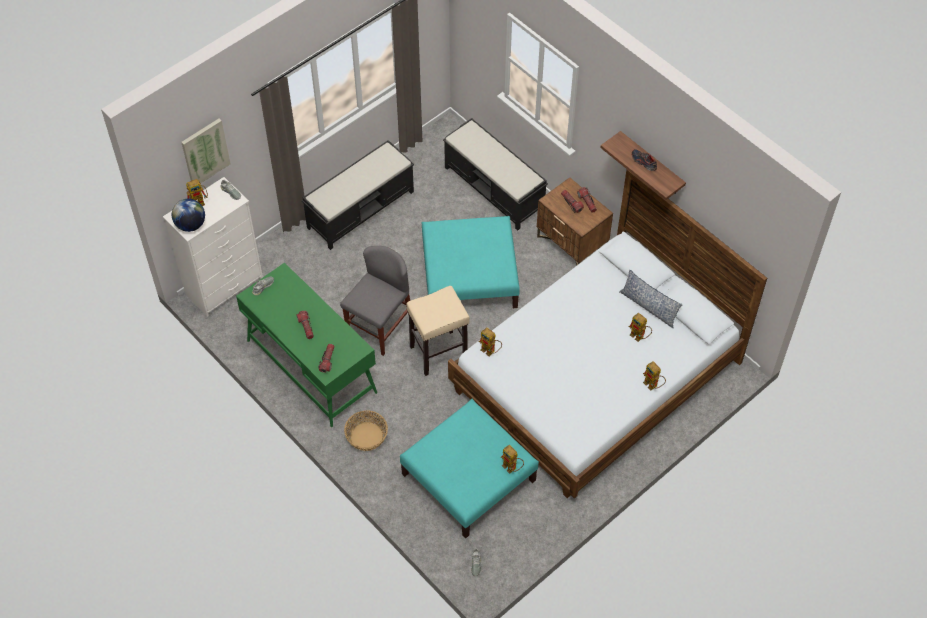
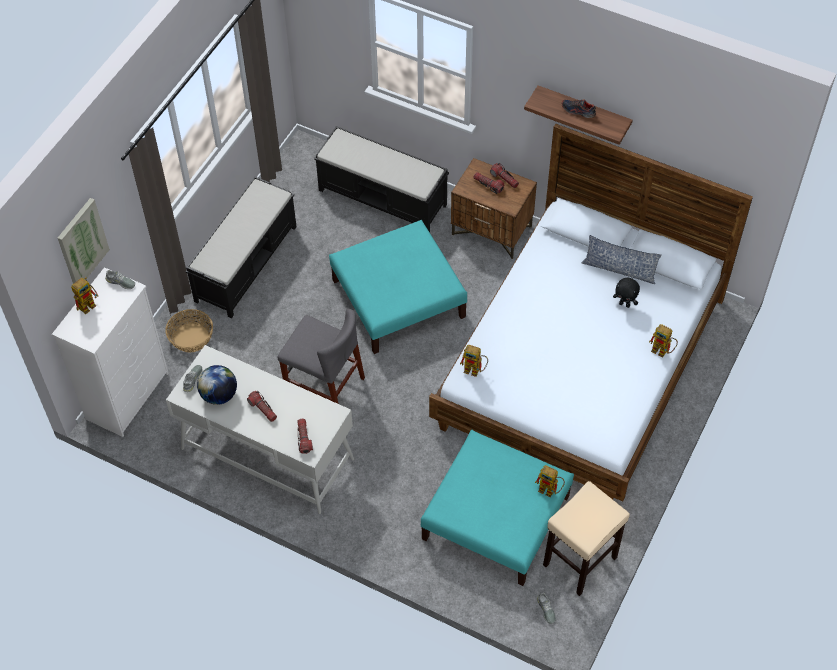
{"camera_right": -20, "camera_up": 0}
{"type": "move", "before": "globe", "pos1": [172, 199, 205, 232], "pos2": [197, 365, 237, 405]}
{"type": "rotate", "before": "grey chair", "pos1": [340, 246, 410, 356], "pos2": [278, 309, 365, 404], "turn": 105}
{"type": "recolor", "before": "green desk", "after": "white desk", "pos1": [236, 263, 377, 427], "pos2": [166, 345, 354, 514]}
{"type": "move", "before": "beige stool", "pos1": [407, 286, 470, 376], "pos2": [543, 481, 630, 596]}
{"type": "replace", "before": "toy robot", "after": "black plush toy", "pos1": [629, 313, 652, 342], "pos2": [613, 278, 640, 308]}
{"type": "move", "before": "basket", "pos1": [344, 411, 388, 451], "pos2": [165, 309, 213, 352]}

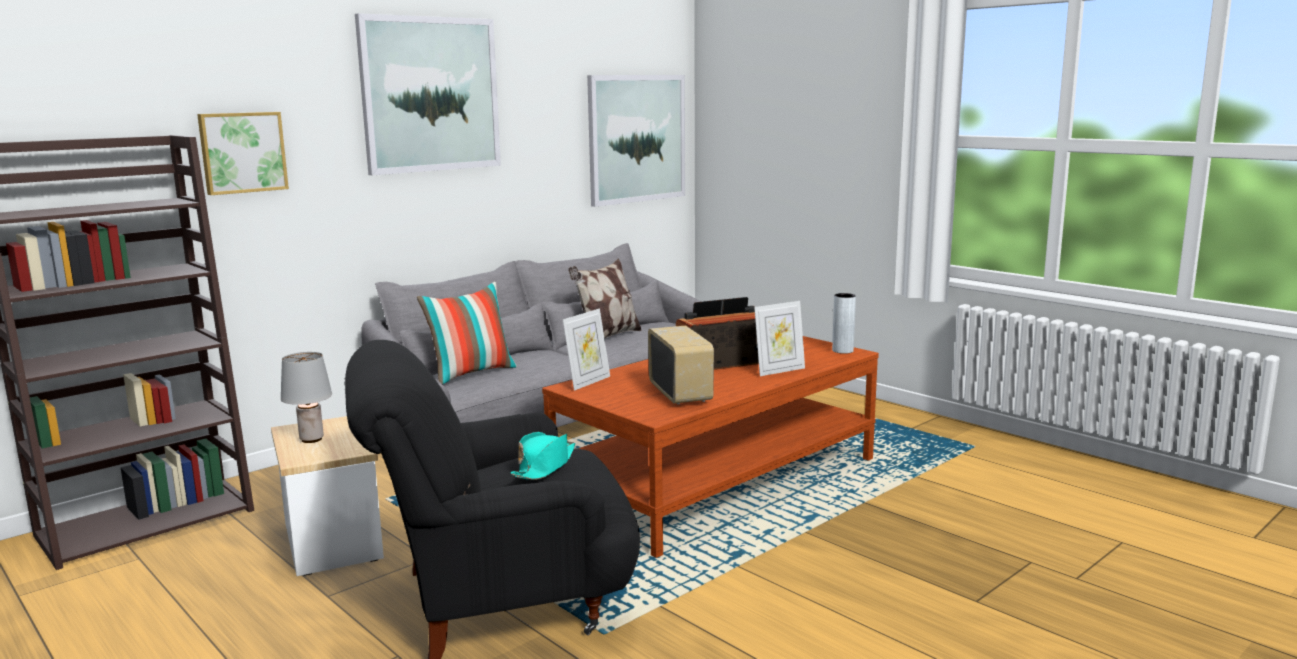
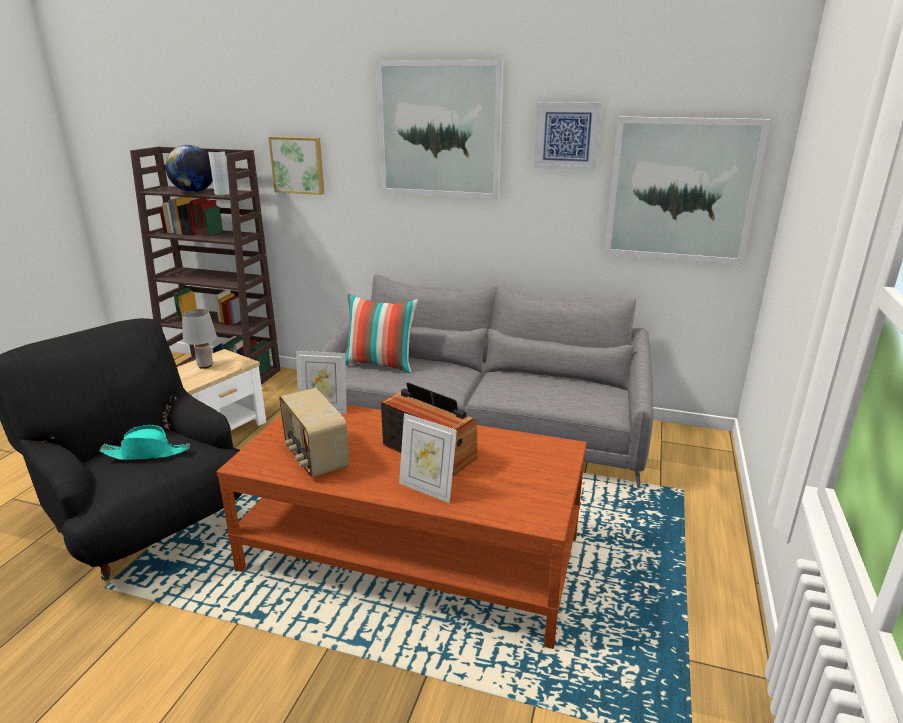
{"camera_right": 60, "camera_up": 10}
{"type": "delete", "before": "pillow", "pos1": [568, 258, 641, 339]}
{"type": "move", "before": "grey vase", "pos1": [832, 293, 856, 354], "pos2": [208, 150, 230, 195]}
{"type": "rotate", "before": "radio", "pos1": [648, 326, 714, 405], "pos2": [279, 388, 349, 478], "turn": 105}
{"type": "insert", "after": "picture", "pos2": [534, 102, 602, 170]}
{"type": "insert", "after": "globe", "pos2": [165, 145, 213, 193]}

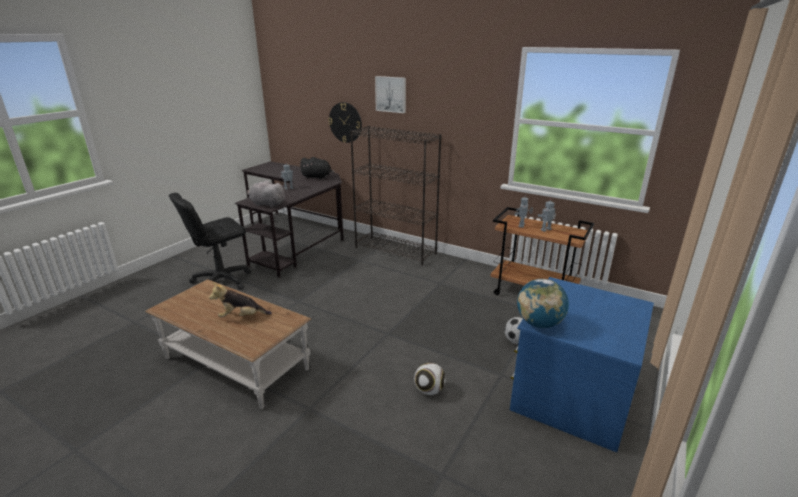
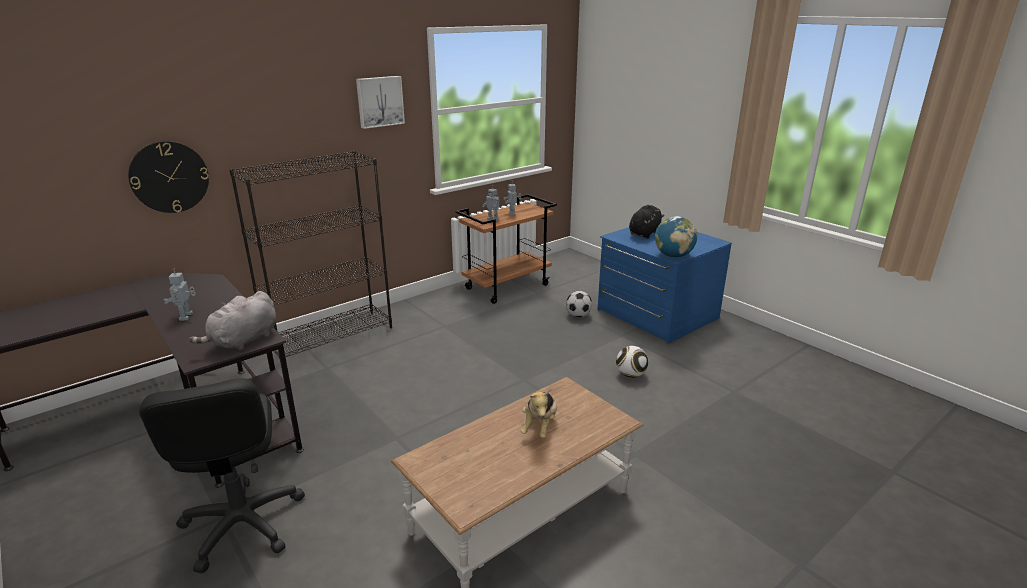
{"camera_right": -70, "camera_up": 0}
{"type": "move", "before": "picture", "pos1": [375, 76, 406, 113], "pos2": [356, 76, 405, 129]}
{"type": "move", "before": "black plush toy", "pos1": [300, 157, 335, 179], "pos2": [629, 205, 664, 238]}

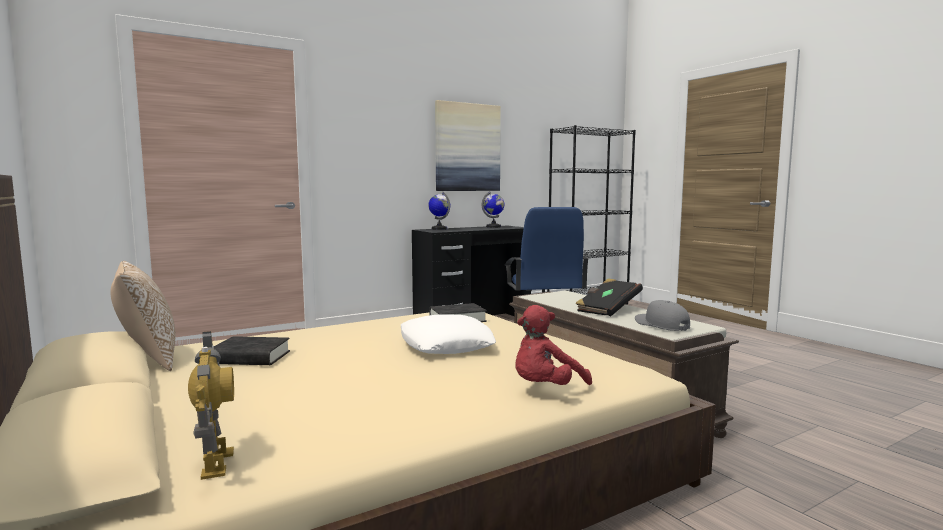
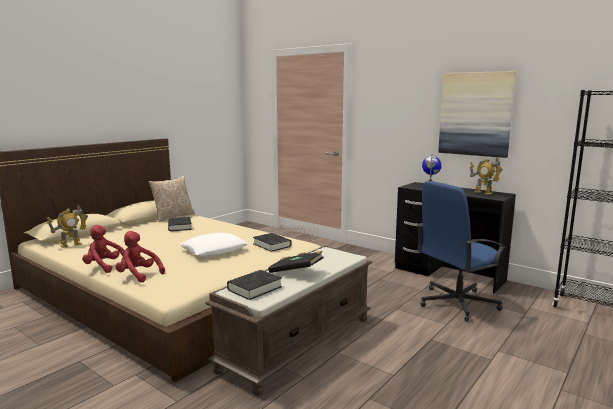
{"camera_right": 70, "camera_up": 5}
{"type": "replace", "before": "globe", "after": "toy robot", "pos1": [482, 191, 504, 228], "pos2": [470, 157, 503, 195]}
{"type": "replace", "before": "grey cap", "after": "black book", "pos1": [635, 300, 690, 331], "pos2": [227, 270, 282, 300]}
{"type": "insert", "after": "red plush toy", "pos2": [82, 225, 125, 273]}

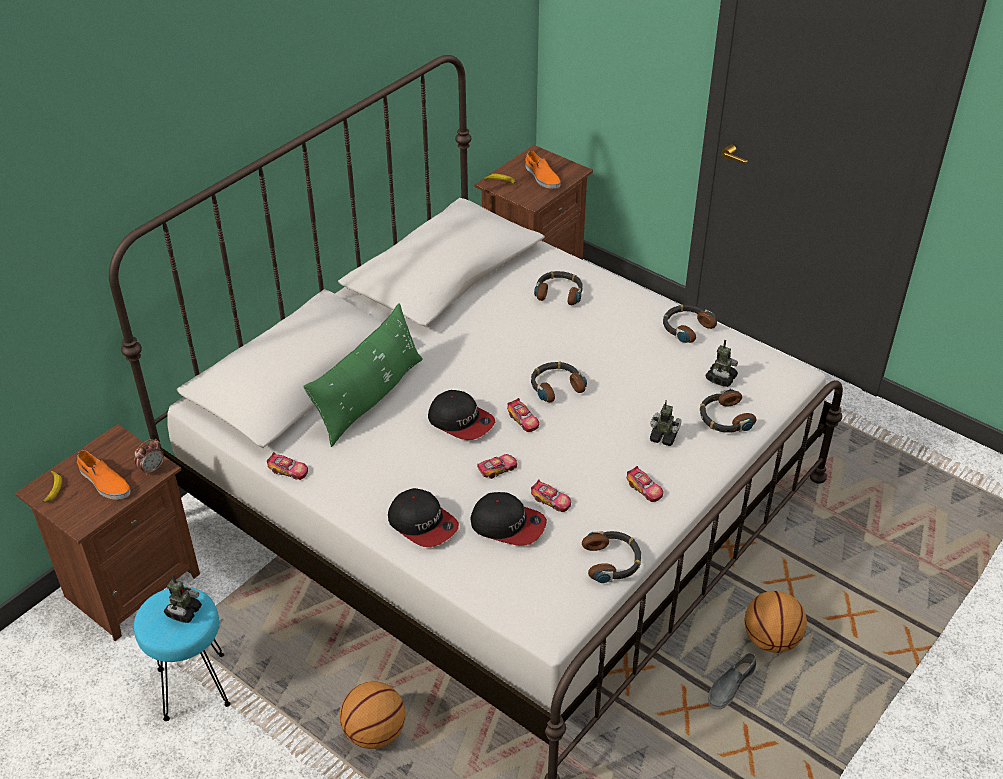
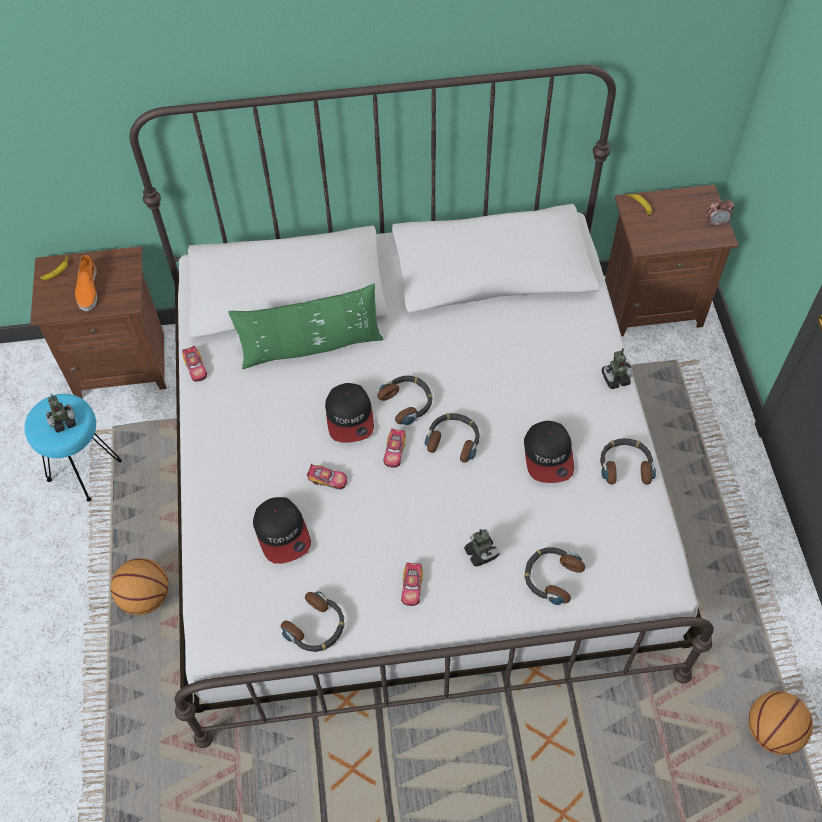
{"camera_right": 45, "camera_up": 15}
{"type": "delete", "before": "orange shoe", "pos1": [525, 151, 561, 189]}
{"type": "move", "before": "headphones", "pos1": [534, 271, 583, 305], "pos2": [377, 376, 433, 425]}
{"type": "move", "before": "toy robot", "pos1": [706, 340, 738, 387], "pos2": [602, 348, 634, 389]}
{"type": "move", "before": "alarm clock", "pos1": [134, 439, 164, 476], "pos2": [707, 200, 734, 225]}
{"type": "delete", "before": "toy car", "pos1": [531, 479, 571, 512]}
{"type": "move", "before": "cap", "pos1": [388, 488, 459, 547], "pos2": [524, 421, 574, 483]}
{"type": "move", "before": "basketball", "pos1": [744, 591, 807, 653], "pos2": [748, 691, 813, 755]}
{"type": "delete", "before": "grey shoe", "pos1": [708, 653, 756, 709]}

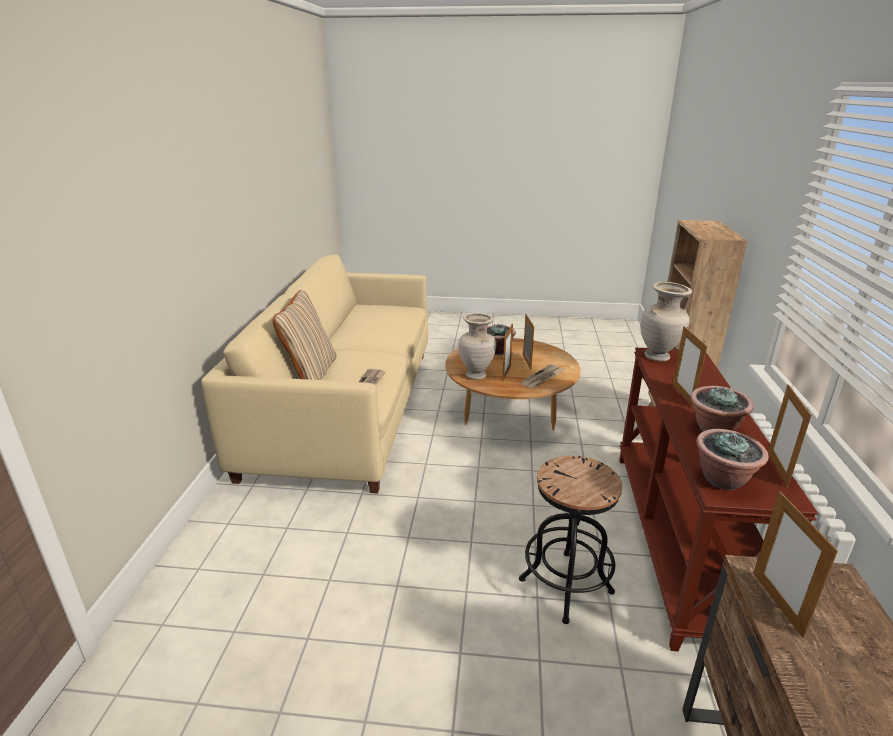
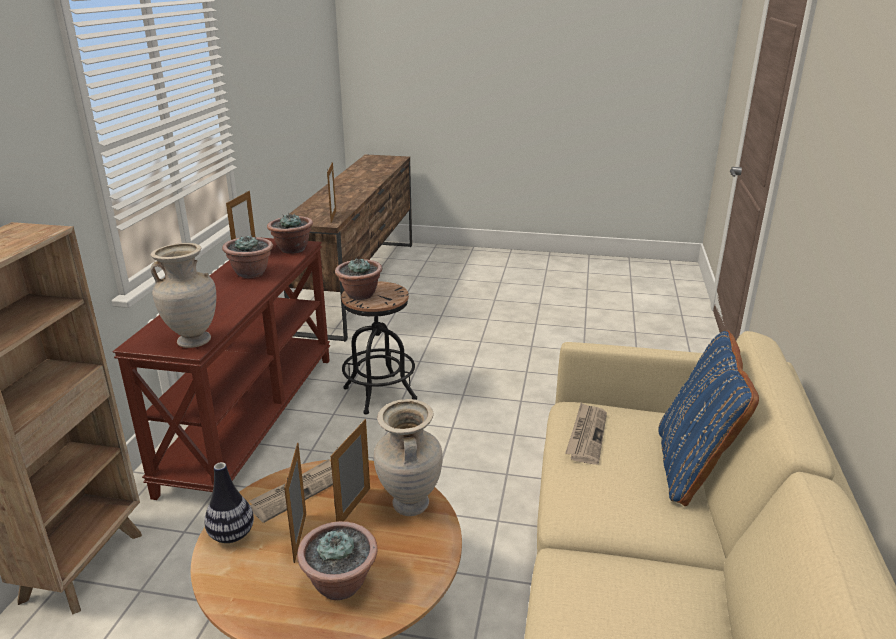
{"camera_right": -175, "camera_up": 0}
{"type": "recolor", "before": "beige pillow", "after": "blue pillow", "pos1": [273, 290, 337, 380], "pos2": [658, 330, 759, 506]}
{"type": "delete", "before": "picture frame", "pos1": [672, 326, 707, 408]}
{"type": "insert", "after": "potted plant", "pos2": [335, 258, 382, 300]}
{"type": "insert", "after": "vase", "pos2": [204, 462, 254, 543]}

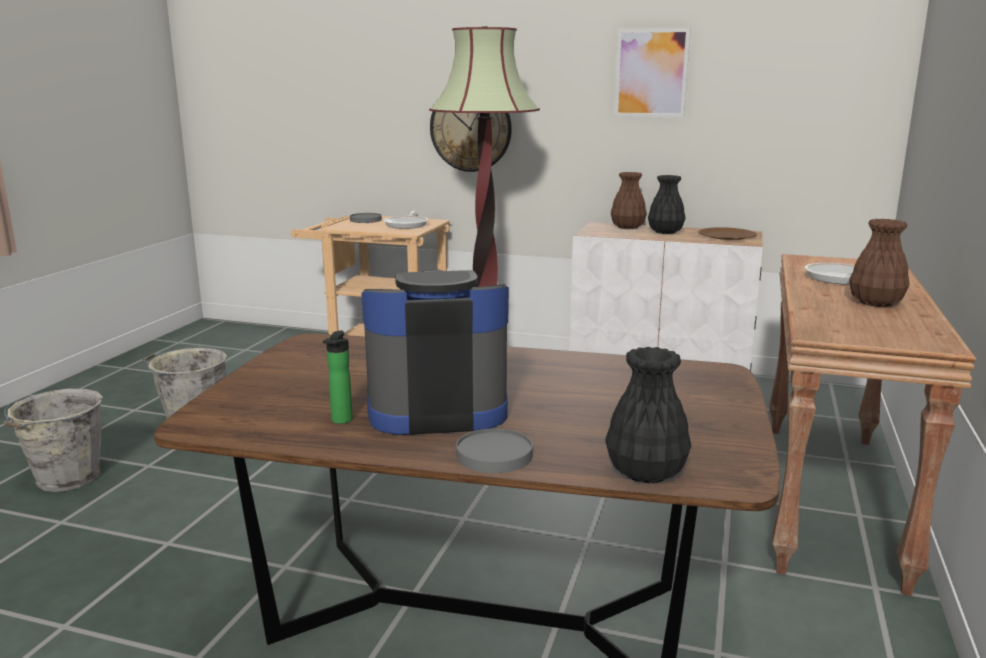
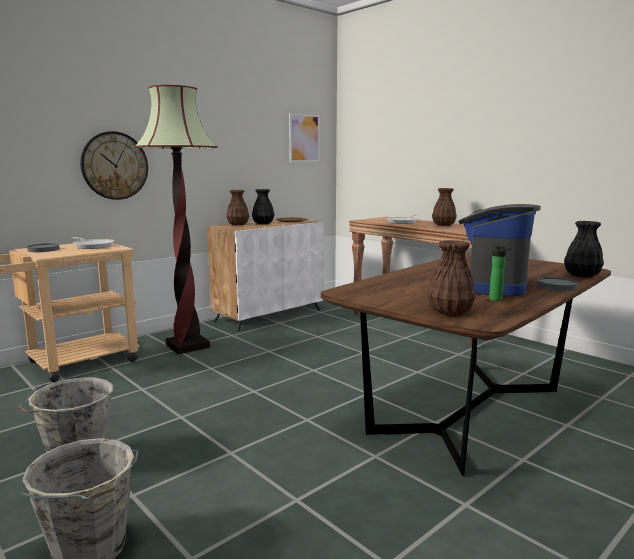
{"camera_right": -60, "camera_up": -5}
{"type": "move", "before": "picture", "pos1": [614, 28, 691, 118], "pos2": [289, 113, 320, 162]}
{"type": "insert", "after": "brown vase", "pos2": [427, 240, 476, 316]}

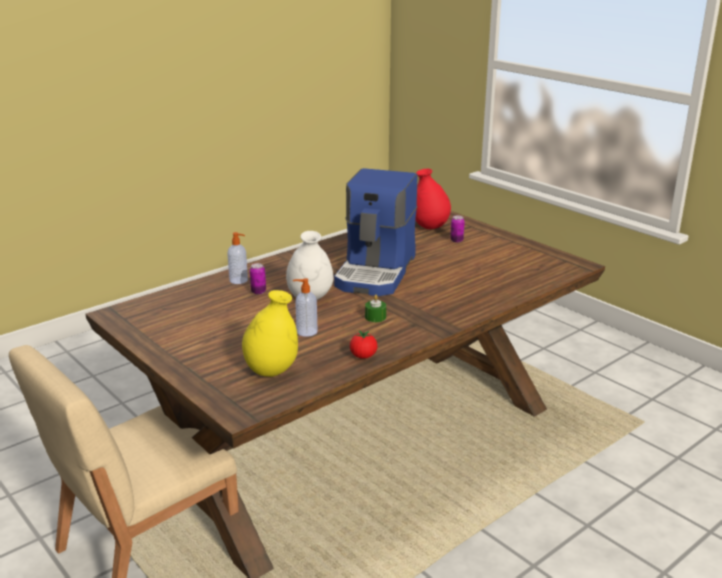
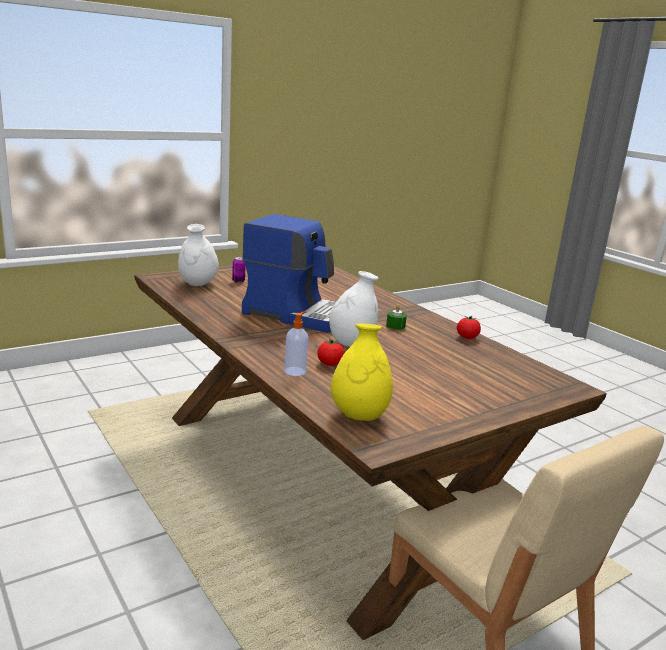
{"camera_right": -85, "camera_up": -5}
{"type": "recolor", "before": "red vase", "after": "white vase", "pos1": [415, 169, 451, 229], "pos2": [178, 224, 219, 286]}
{"type": "replace", "before": "can", "after": "tomato", "pos1": [250, 263, 266, 294], "pos2": [317, 339, 344, 366]}
{"type": "delete", "before": "soap dispenser", "pos1": [293, 278, 318, 337]}
{"type": "move", "before": "yellow vase", "pos1": [242, 290, 298, 377], "pos2": [331, 323, 393, 421]}

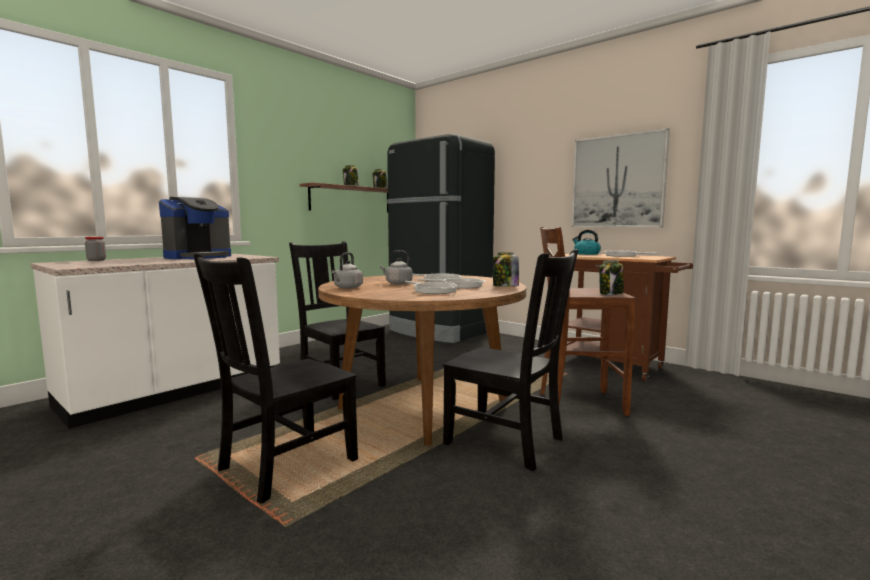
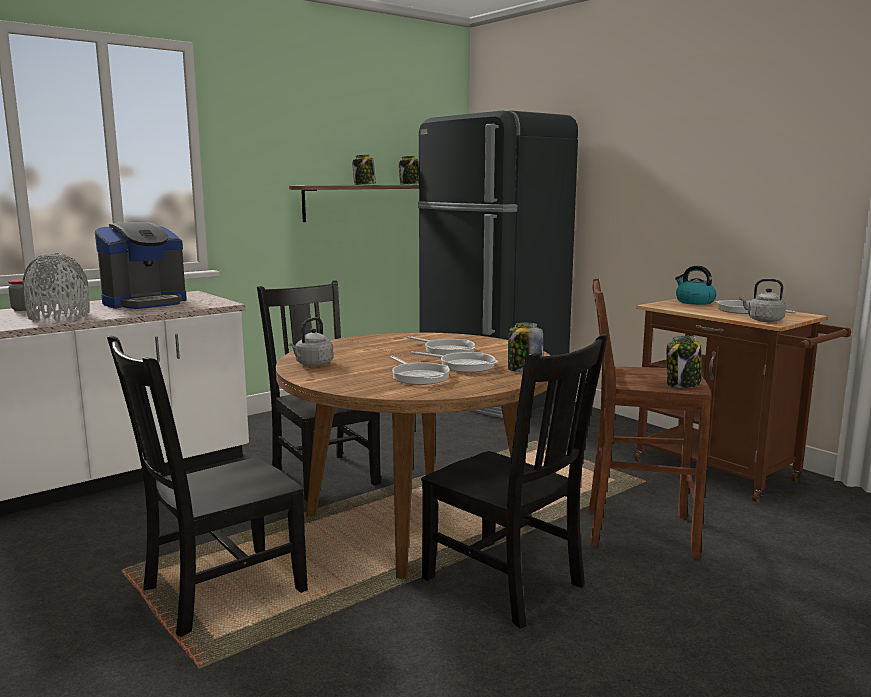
{"camera_right": 10, "camera_up": 5}
{"type": "delete", "before": "picture", "pos1": [572, 128, 670, 228]}
{"type": "move", "before": "grey kettle", "pos1": [380, 251, 412, 284], "pos2": [739, 279, 786, 322]}
{"type": "insert", "after": "grey vase", "pos2": [22, 253, 90, 321]}

